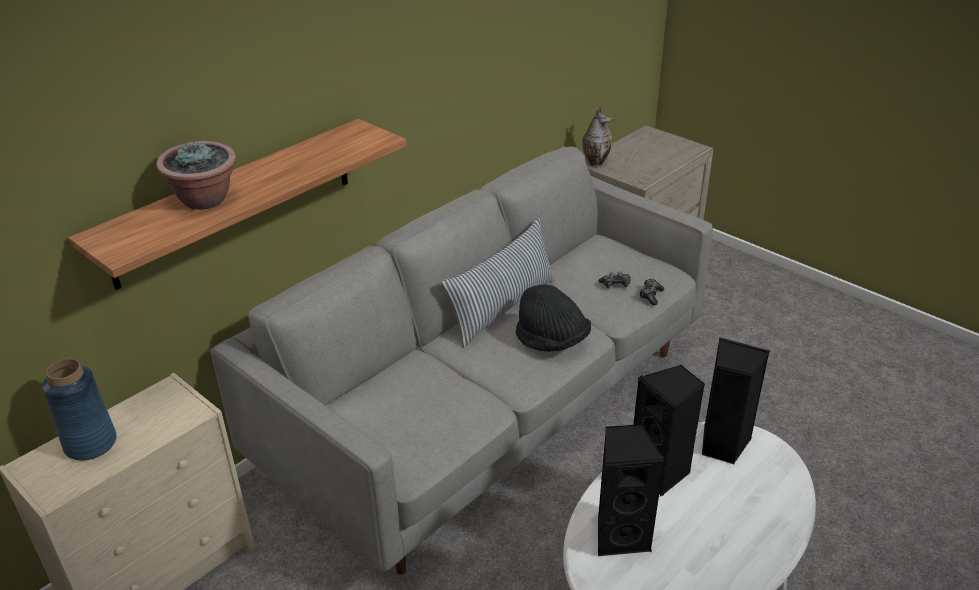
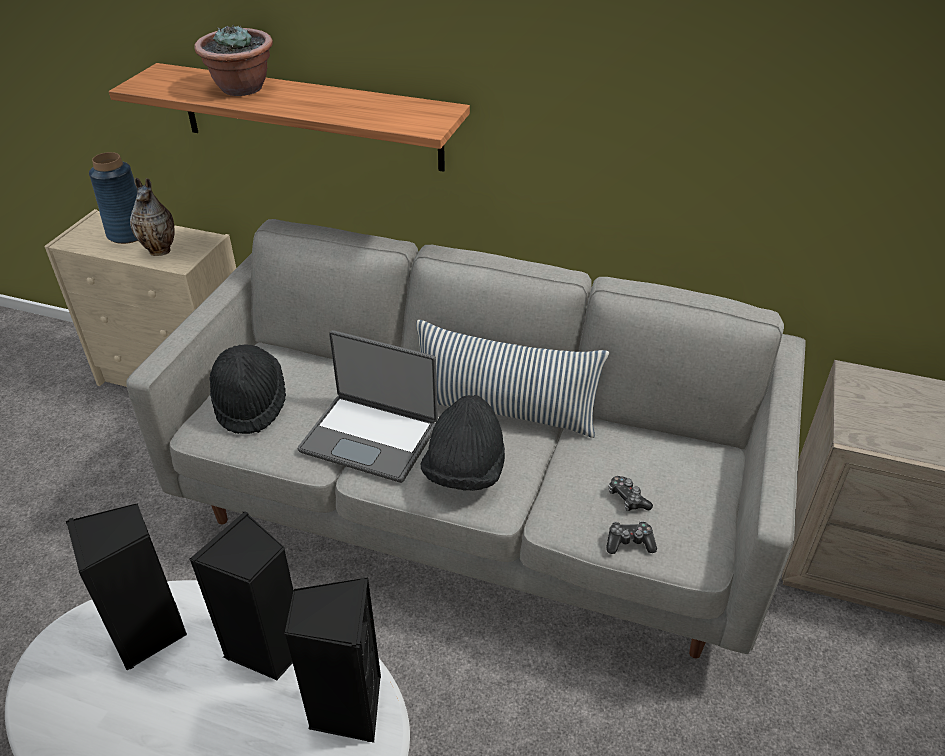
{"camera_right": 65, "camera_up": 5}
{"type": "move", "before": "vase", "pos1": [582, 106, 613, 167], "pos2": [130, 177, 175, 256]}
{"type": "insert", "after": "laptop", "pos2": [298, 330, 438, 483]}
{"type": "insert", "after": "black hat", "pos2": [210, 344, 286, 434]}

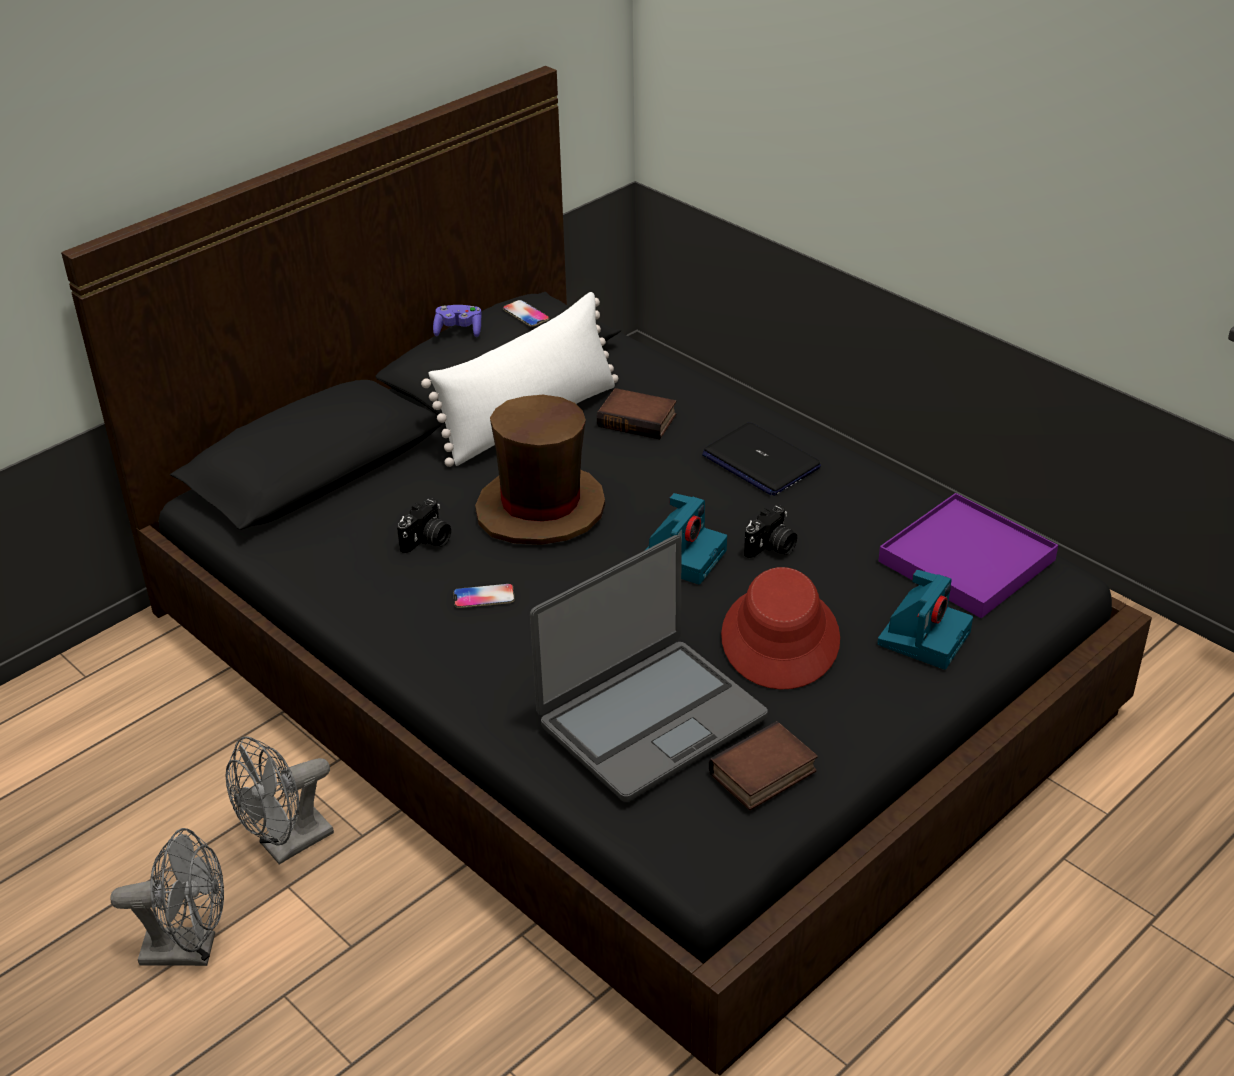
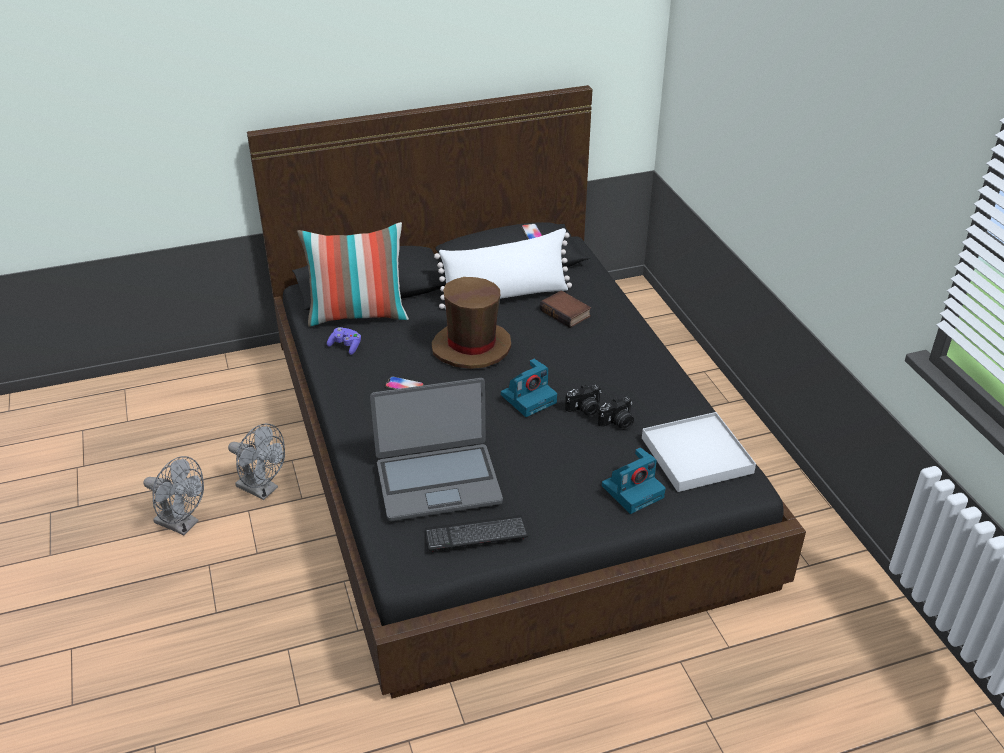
{"camera_right": 25, "camera_up": 0}
{"type": "move", "before": "purple game controller", "pos1": [433, 305, 482, 337], "pos2": [327, 327, 361, 355]}
{"type": "delete", "before": "laptop", "pos1": [702, 422, 821, 496]}
{"type": "recolor", "before": "purple tray", "after": "white tray", "pos1": [879, 493, 1058, 618], "pos2": [642, 412, 756, 492]}
{"type": "move", "before": "photo camera", "pos1": [397, 498, 451, 553], "pos2": [598, 397, 634, 429]}
{"type": "delete", "before": "red hat", "pos1": [721, 567, 840, 690]}
{"type": "replace", "before": "book", "after": "keyboard", "pos1": [709, 721, 818, 810], "pos2": [424, 515, 528, 552]}
{"type": "rotate", "before": "grey fan", "pos1": [226, 736, 334, 865], "pos2": [228, 423, 285, 500], "turn": -135}
{"type": "insert", "after": "pillow", "pos2": [297, 222, 409, 327]}

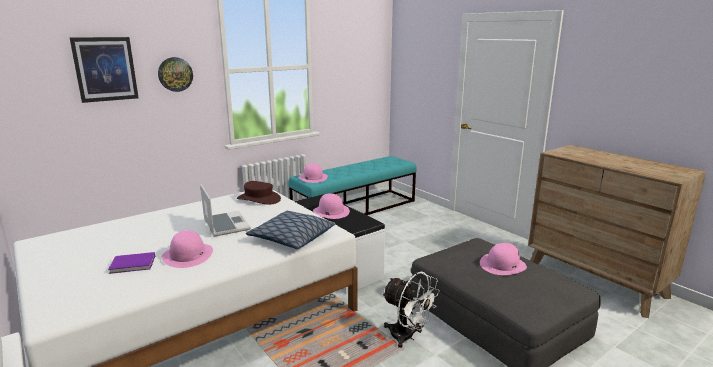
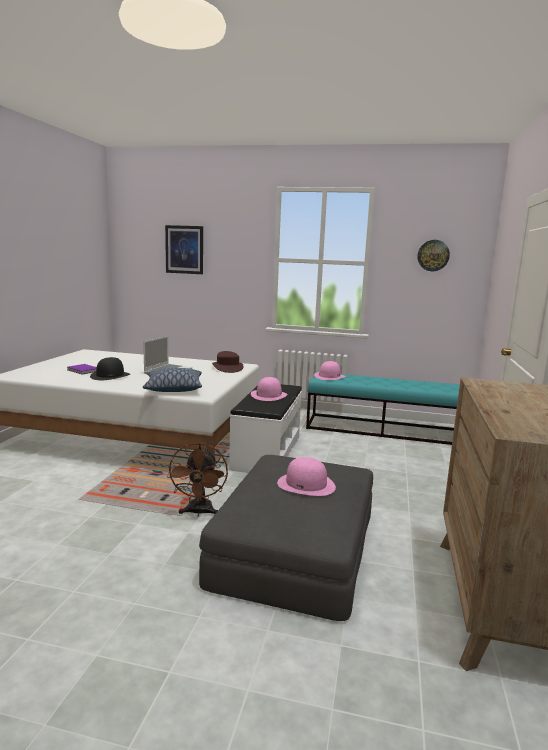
{"camera_right": 50, "camera_up": -5}
{"type": "move", "before": "wall clock", "pos1": [158, 57, 193, 92], "pos2": [417, 240, 450, 271]}
{"type": "recolor", "before": "pink hat", "after": "black hat", "pos1": [162, 230, 213, 268], "pos2": [90, 357, 130, 380]}
{"type": "recolor", "before": "white fan", "after": "brown fan", "pos1": [382, 272, 440, 348], "pos2": [167, 443, 228, 516]}

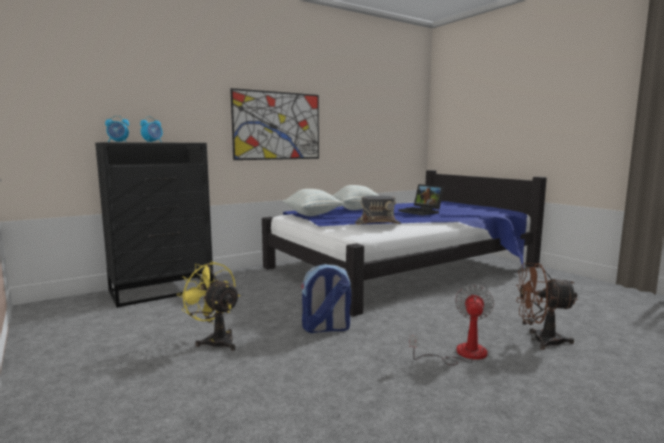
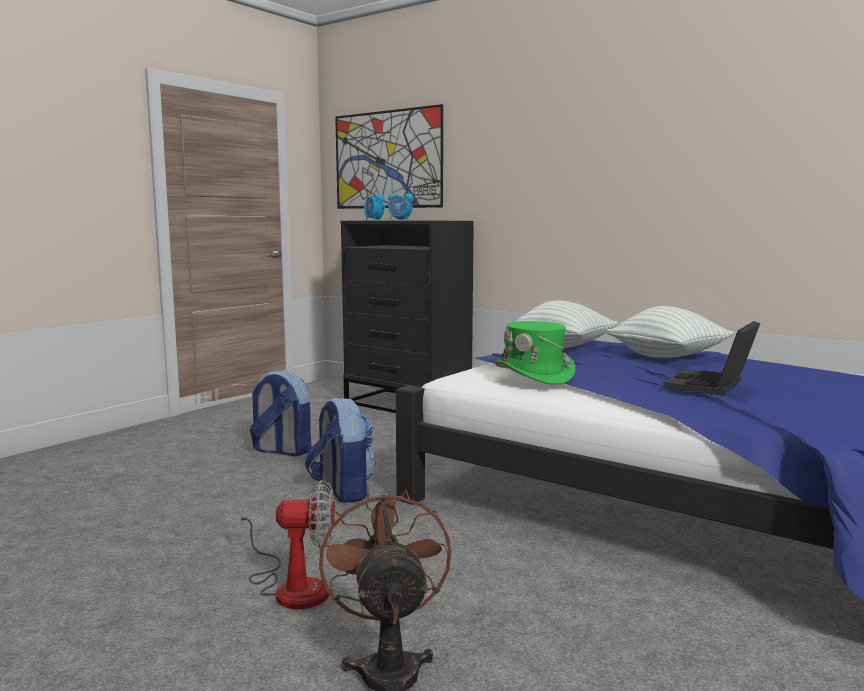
{"camera_right": 70, "camera_up": 0}
{"type": "move", "before": "picture", "pos1": [230, 88, 319, 160], "pos2": [335, 104, 443, 209]}
{"type": "recolor", "before": "grey hat", "after": "green hat", "pos1": [355, 196, 401, 225], "pos2": [495, 321, 575, 385]}
{"type": "replace", "before": "yellow fan", "after": "backpack", "pos1": [177, 261, 240, 351], "pos2": [250, 371, 312, 456]}

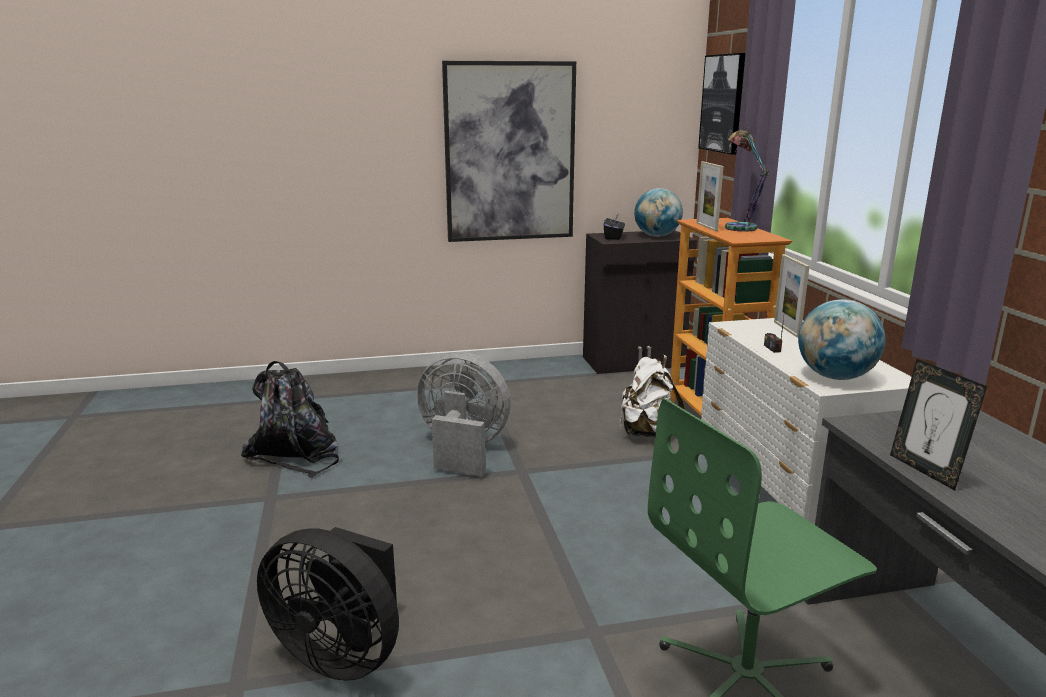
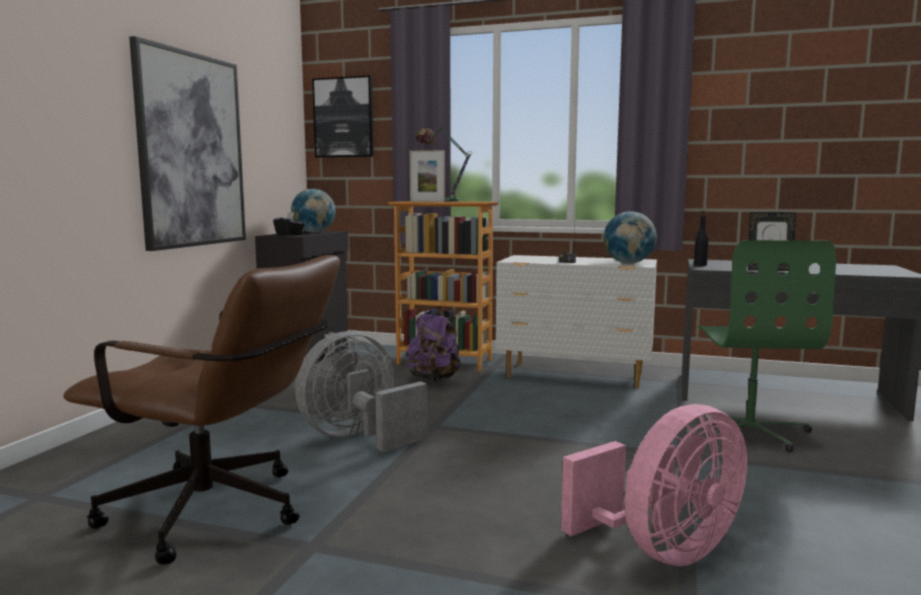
{"camera_right": -60, "camera_up": -10}
{"type": "delete", "before": "picture frame", "pos1": [774, 254, 810, 338]}
{"type": "recolor", "before": "white backpack", "after": "purple backpack", "pos1": [620, 355, 685, 437], "pos2": [406, 306, 461, 381]}
{"type": "replace", "before": "black backpack", "after": "brown office chair", "pos1": [241, 361, 339, 478], "pos2": [63, 255, 340, 565]}
{"type": "recolor", "before": "black fan", "after": "pink fan", "pos1": [257, 527, 399, 681], "pos2": [561, 404, 747, 566]}
{"type": "insert", "after": "black bottle", "pos2": [694, 211, 708, 266]}

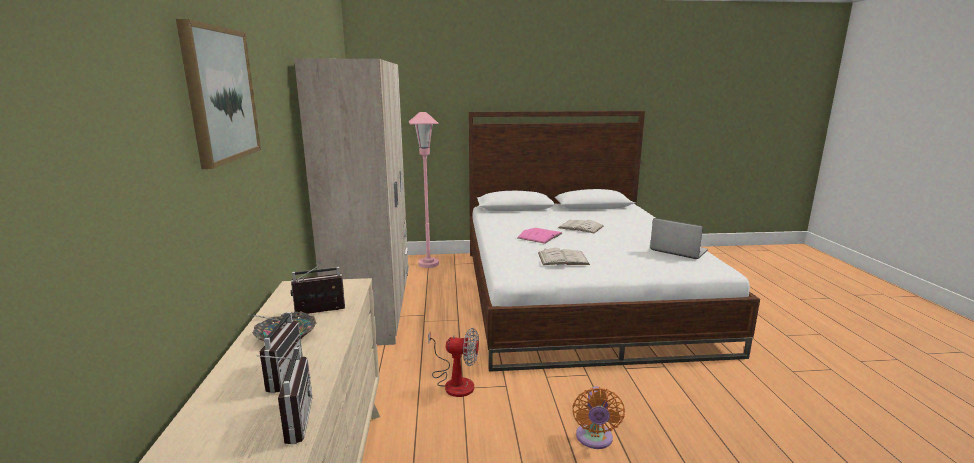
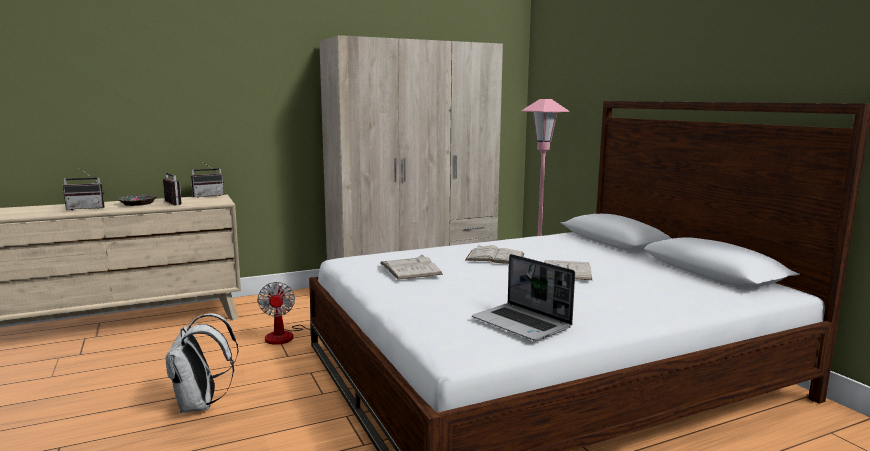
{"camera_right": 70, "camera_up": -5}
{"type": "delete", "before": "picture", "pos1": [176, 19, 261, 169]}
{"type": "rotate", "before": "laptop", "pos1": [650, 218, 708, 259], "pos2": [472, 254, 575, 341], "turn": 120}
{"type": "recolor", "before": "pink book", "after": "white book", "pos1": [518, 228, 563, 244], "pos2": [465, 245, 524, 264]}
{"type": "move", "before": "radio", "pos1": [257, 347, 312, 445], "pos2": [191, 162, 224, 198]}
{"type": "replace", "before": "orange fan", "after": "white backpack", "pos1": [572, 387, 625, 449], "pos2": [166, 313, 239, 413]}

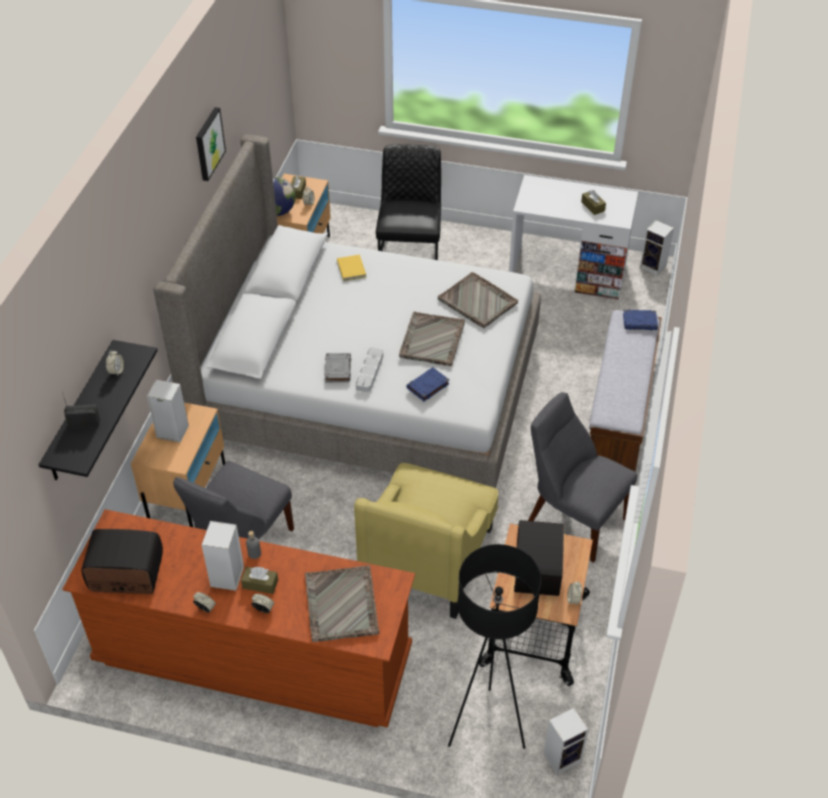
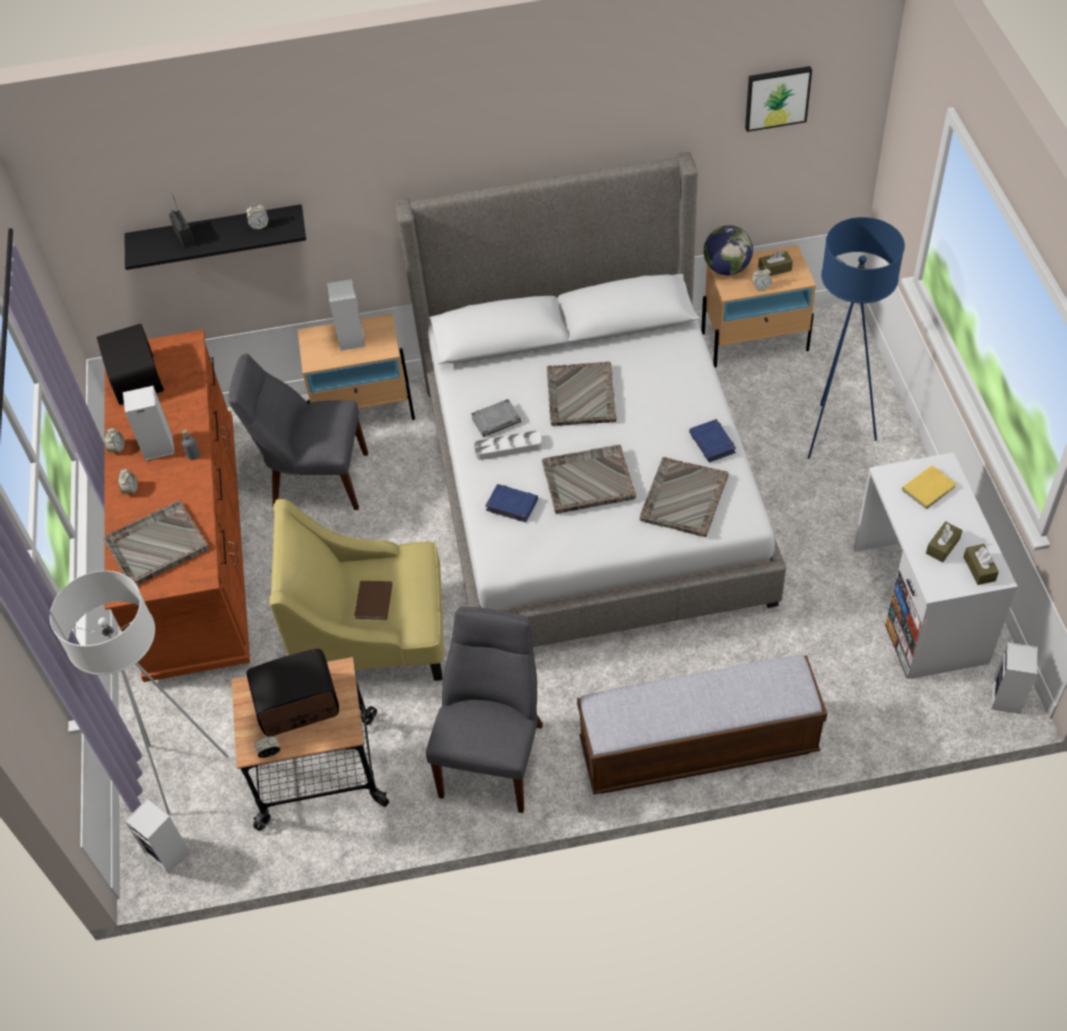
{"camera_right": 70, "camera_up": 5}
{"type": "move", "before": "picture", "pos1": [196, 107, 226, 181], "pos2": [745, 66, 812, 132]}
{"type": "replace", "before": "black chair", "after": "blue floor lamp", "pos1": [376, 144, 441, 260], "pos2": [808, 217, 905, 459]}
{"type": "move", "before": "yellow book", "pos1": [337, 255, 366, 281], "pos2": [902, 465, 956, 509]}
{"type": "move", "before": "blue book", "pos1": [623, 310, 658, 330], "pos2": [689, 419, 736, 462]}
{"type": "recolor", "before": "black floor lamp", "after": "white floor lamp", "pos1": [448, 544, 541, 749], "pos2": [50, 571, 229, 815]}
{"type": "move", "before": "brown tissue box", "pos1": [241, 567, 278, 594], "pos2": [964, 544, 999, 585]}
{"type": "insert", "after": "grey tray", "pos2": [547, 362, 616, 426]}
{"type": "insert", "after": "brown book", "pos2": [355, 581, 392, 619]}

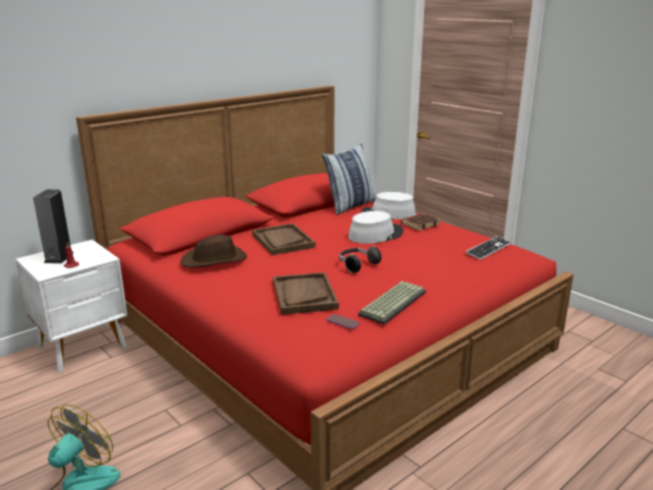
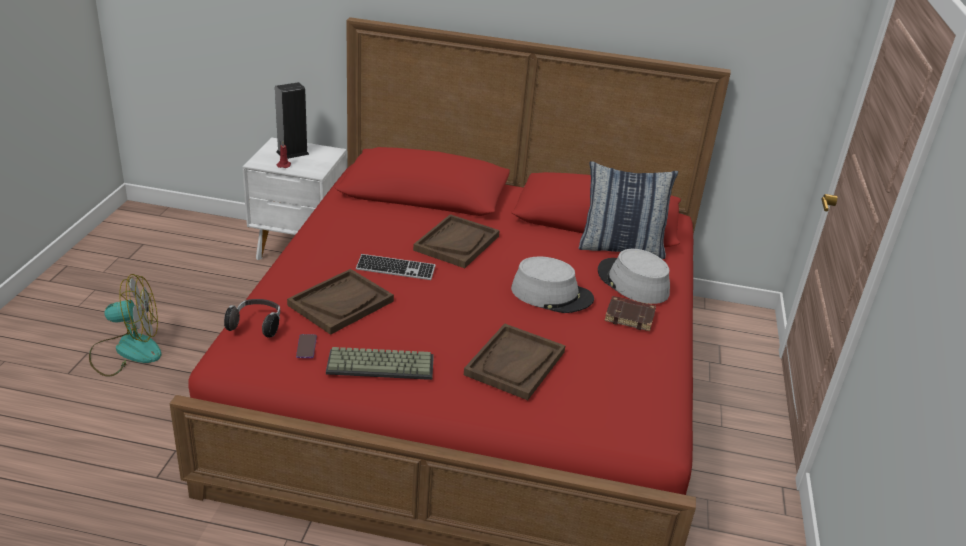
{"camera_right": 50, "camera_up": 10}
{"type": "delete", "before": "brown hat", "pos1": [180, 235, 247, 268]}
{"type": "move", "before": "keyboard", "pos1": [466, 236, 511, 260], "pos2": [356, 254, 436, 280]}
{"type": "move", "before": "headphones", "pos1": [339, 246, 381, 273], "pos2": [224, 299, 280, 338]}
{"type": "insert", "after": "brown tray", "pos2": [464, 323, 565, 400]}

